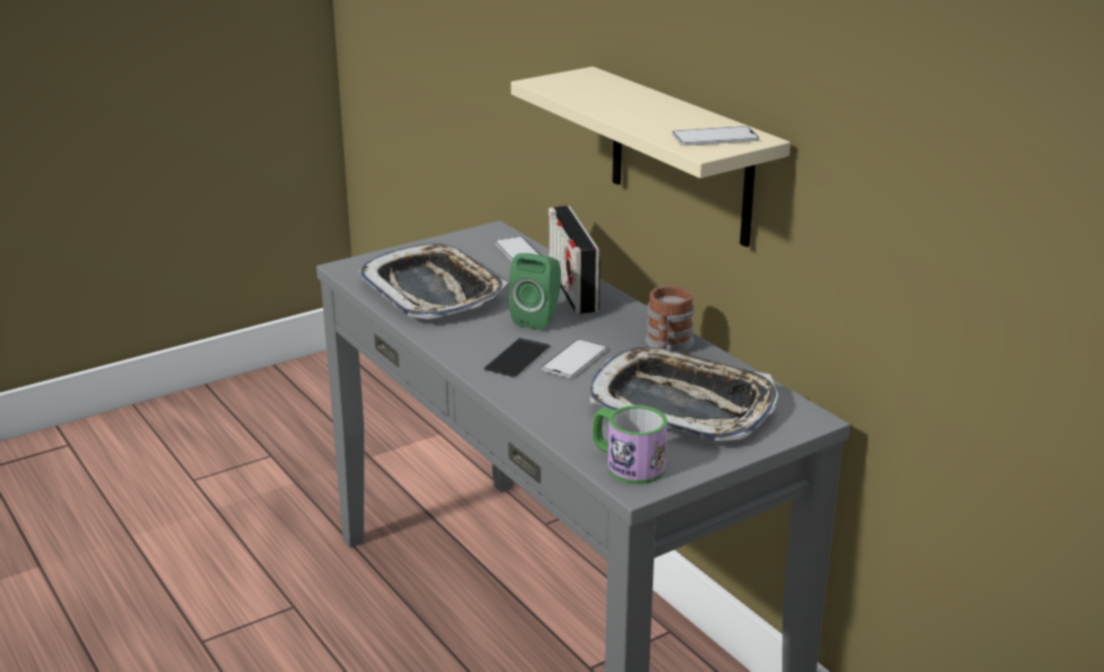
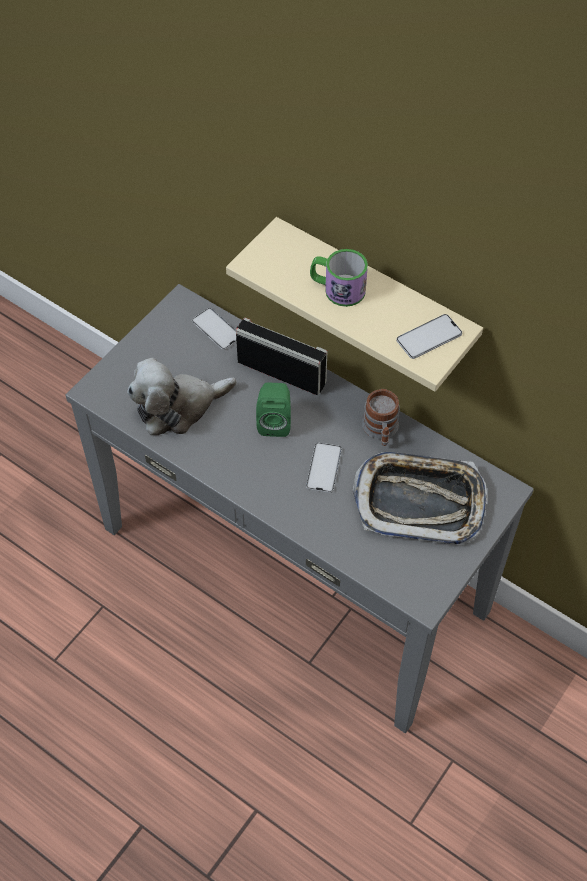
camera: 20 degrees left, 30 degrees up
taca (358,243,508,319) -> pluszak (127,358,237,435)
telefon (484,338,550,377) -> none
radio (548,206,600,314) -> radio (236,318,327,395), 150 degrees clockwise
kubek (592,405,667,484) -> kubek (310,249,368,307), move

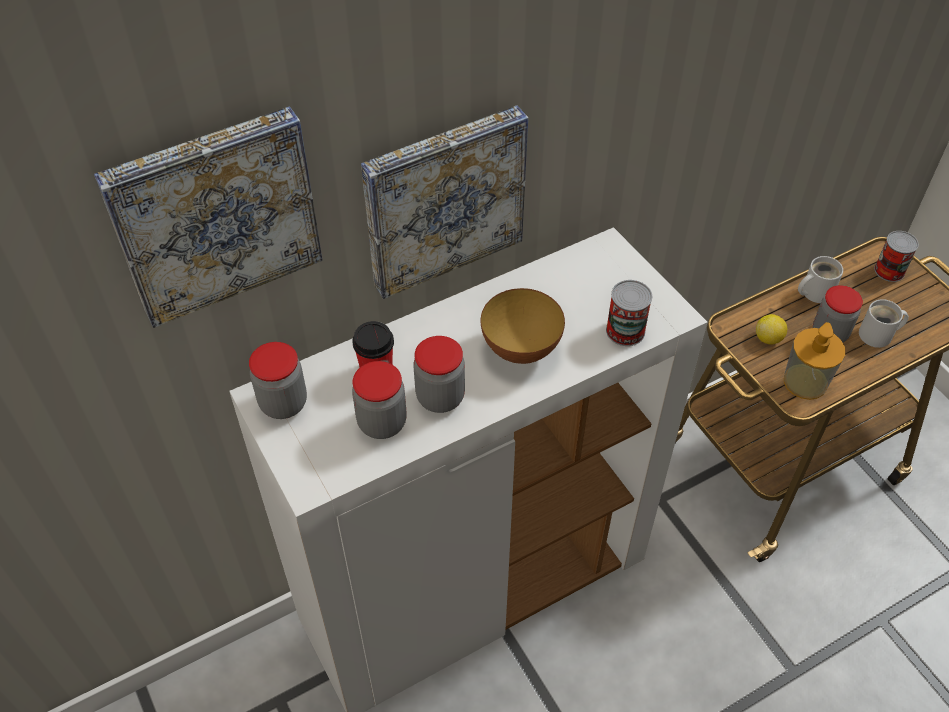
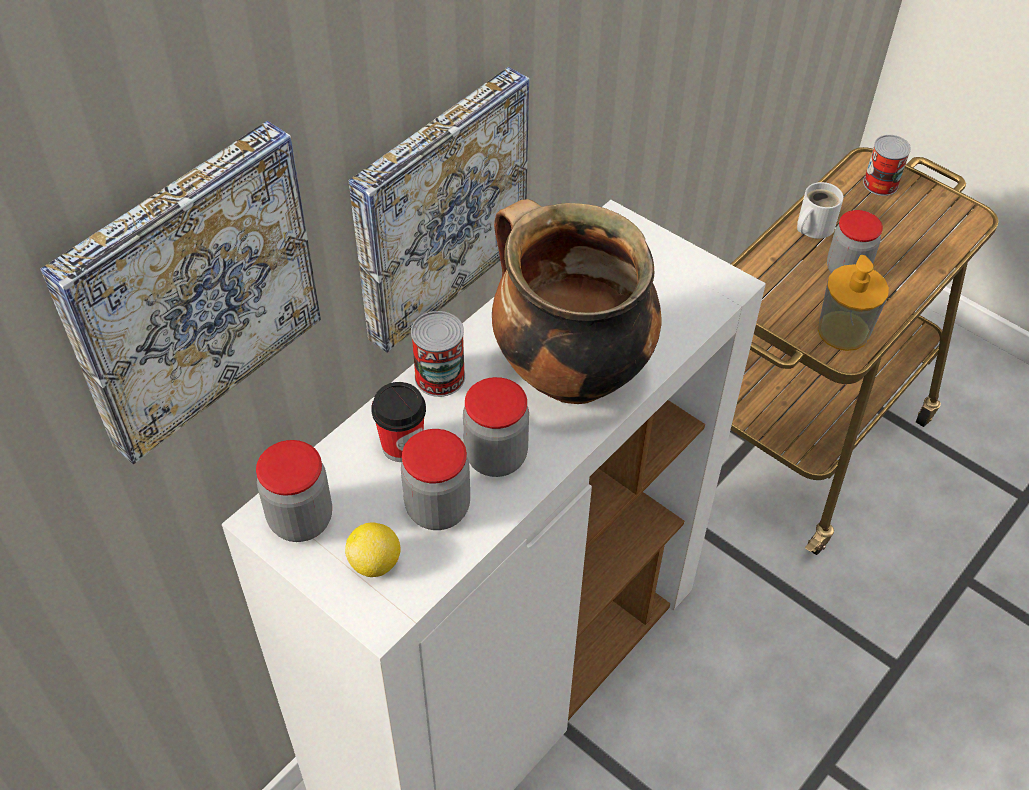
camera: 20 degrees left, 0 degrees up
miska (481,288,565,364) -> garnek (492,199,662,404)
puszka (606,280,652,346) -> puszka (411,311,465,397), move
cytryna (756,314,787,345) -> cytryna (345,522,401,577), move
kubek (biały) (859,299,909,348) -> none

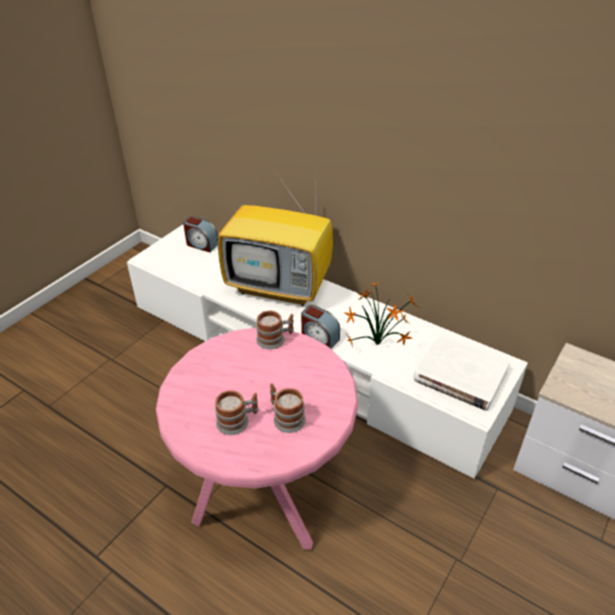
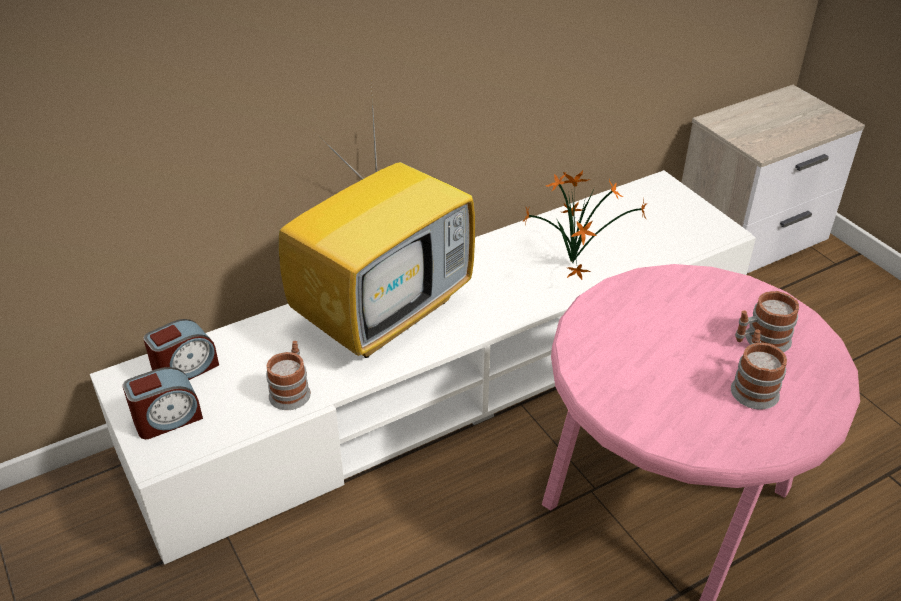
camera: 65 degrees left, 0 degrees up
kubek (256,311,294,350) -> kubek (266,341,311,410), move
budzik (301,305,340,349) -> budzik (123,367,203,439), move
książka (biały) (413,335,510,411) -> none

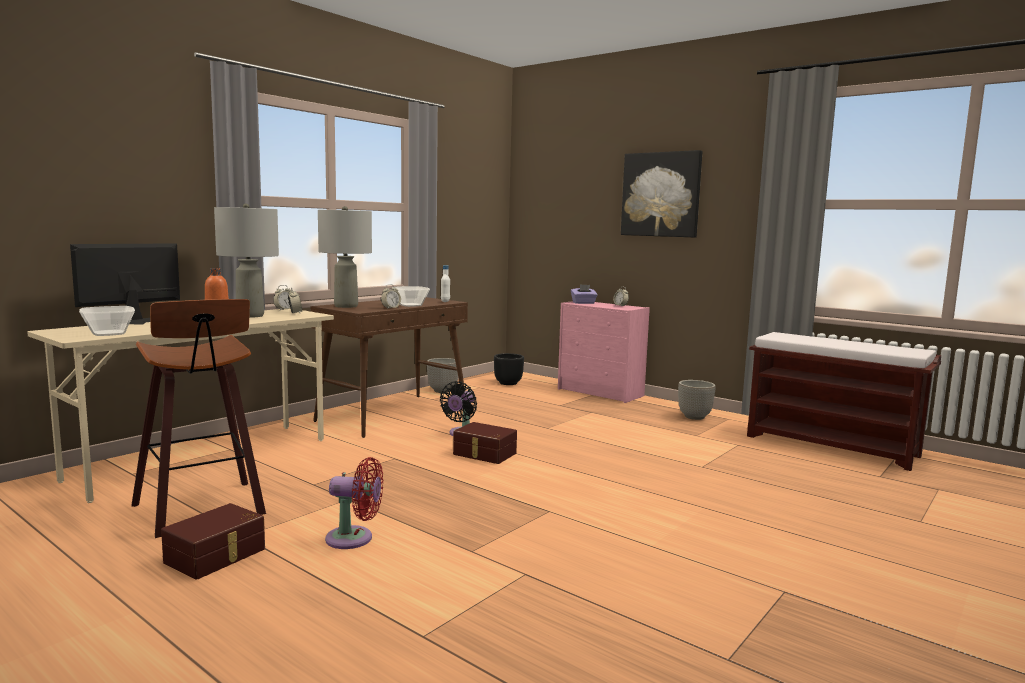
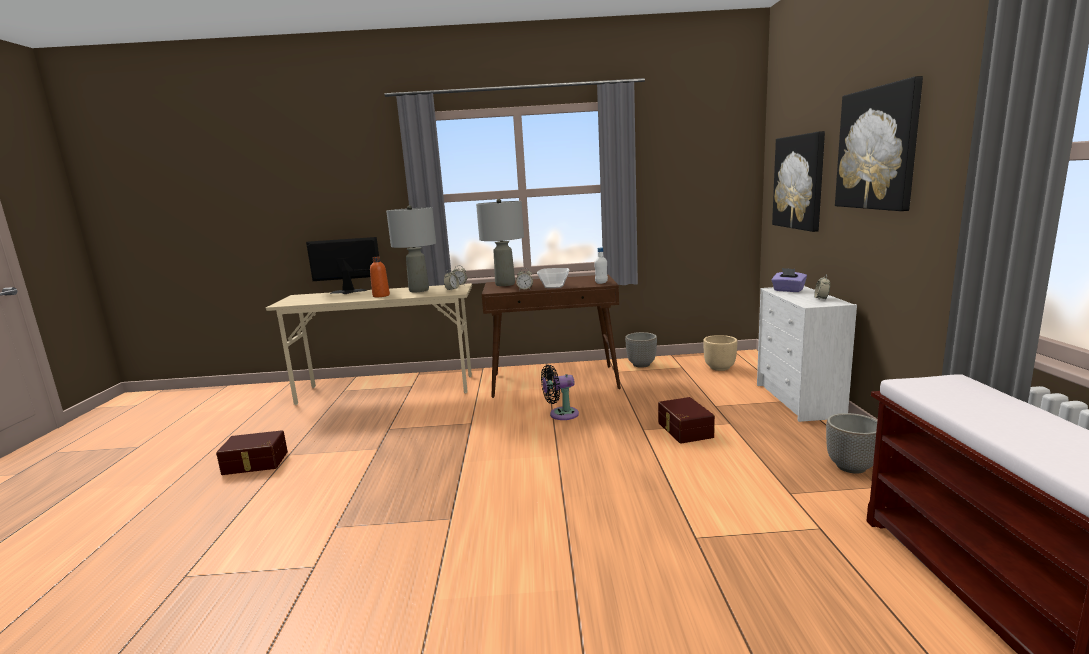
camera: 50 degrees right, 5 degrees up
miska (79,306,135,336) -> none
stołek (131,299,266,538) -> none
wentylator (czerwony) (325,457,383,549) -> none
pojemnik do przechowywania (brązowy) (453,422,517,464) -> pojemnik do przechowywania (brązowy) (658,397,715,444), move
donica (czarny) (494,353,524,385) -> donica (beżowy) (703,335,738,371)
komoda (różowy) (558,301,650,403) -> komoda (biały) (757,285,857,422)
none -> obraz (772,131,825,232)

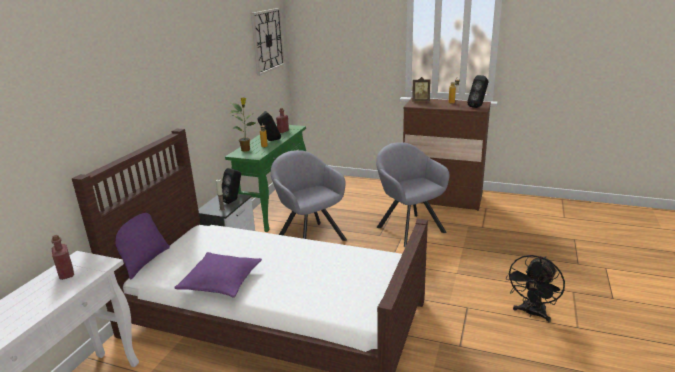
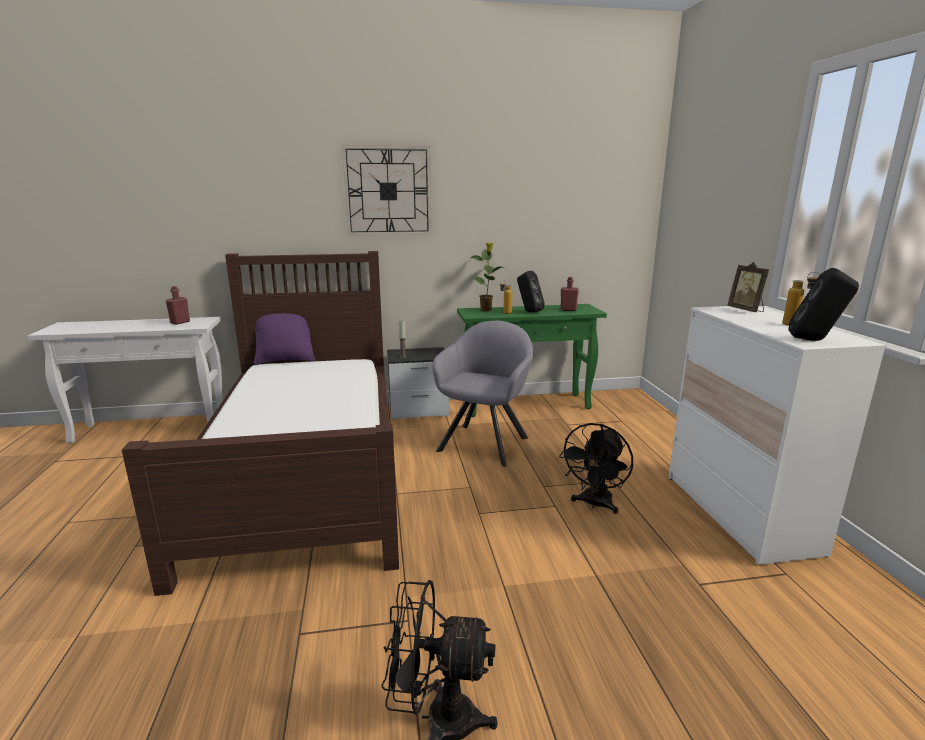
camera: 60 degrees right, 5 degrees down
poduszka (fioletowy) (174,252,262,298) -> none
głośnik (czarny) (222,168,241,204) -> none
zegar ścienny (251,8,285,76) -> zegar ścienny (342,145,432,236), move
fotel (szary) (376,142,450,247) -> wentylator (czarny) (559,423,633,514)
komoda (brązowy) (403,98,491,211) -> komoda (biały) (669,306,886,565)

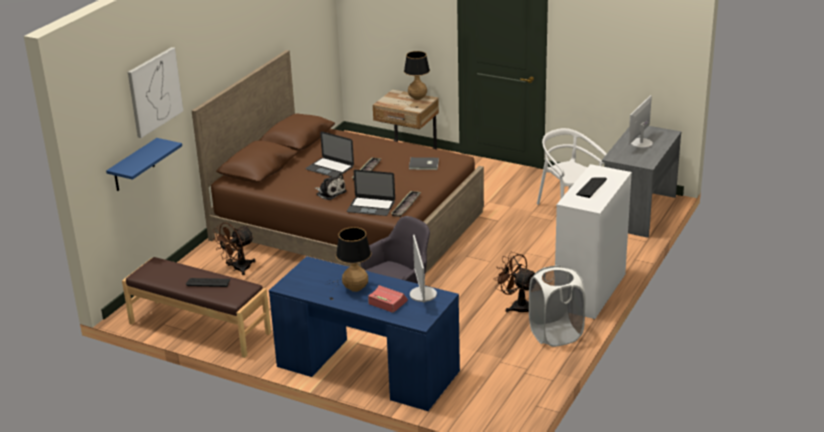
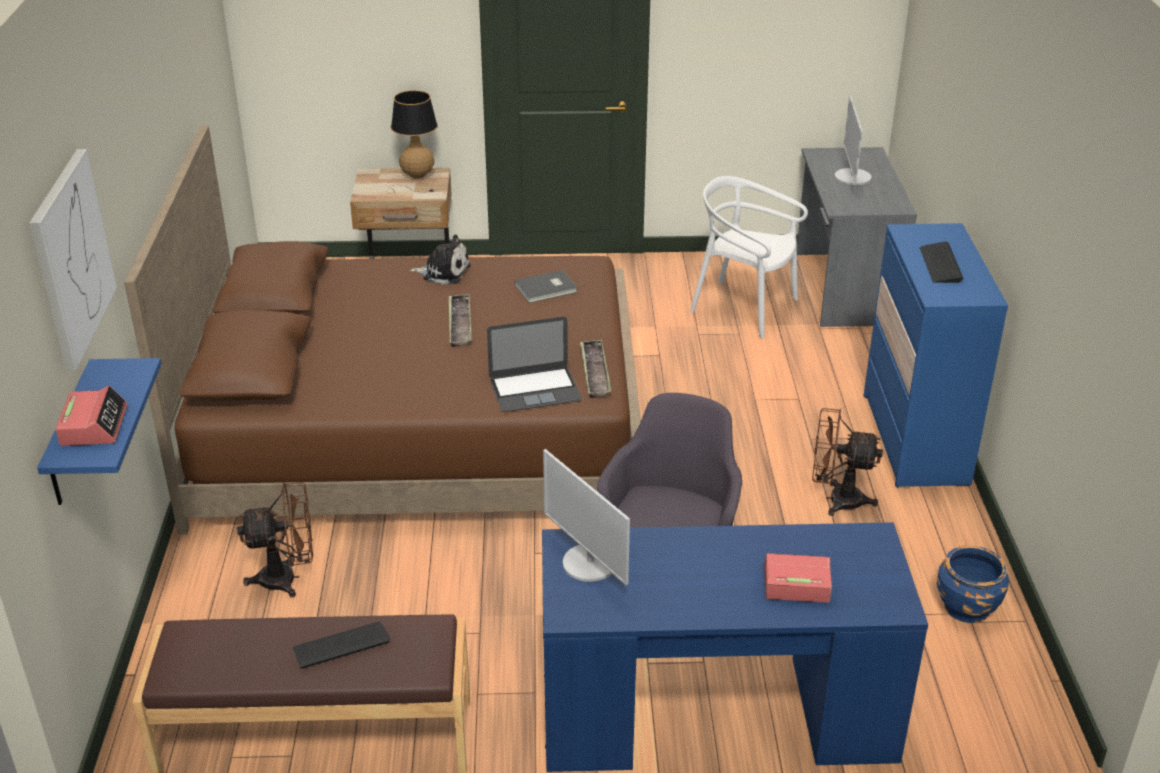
camera: 30 degrees left, 5 degrees up
wentylator (brązowy) (213,222,256,275) -> wentylator (brązowy) (237,482,313,598), 120 degrees counterclockwise
laptop (305,131,354,177) -> none
pluszak (315,173,347,200) -> pluszak (410,234,471,284), move
lampa stołowa (329,227,371,300) -> none
monitor (410,235,437,303) -> monitor (543,449,630,585), move
kosz na pranie (biały) (529,265,585,347) -> none
komoda (biały) (555,164,632,319) -> komoda (niebieski) (863,223,1008,487)
none -> budzik (55,386,127,446)
none -> donica (niebieski) (936,545,1009,623)

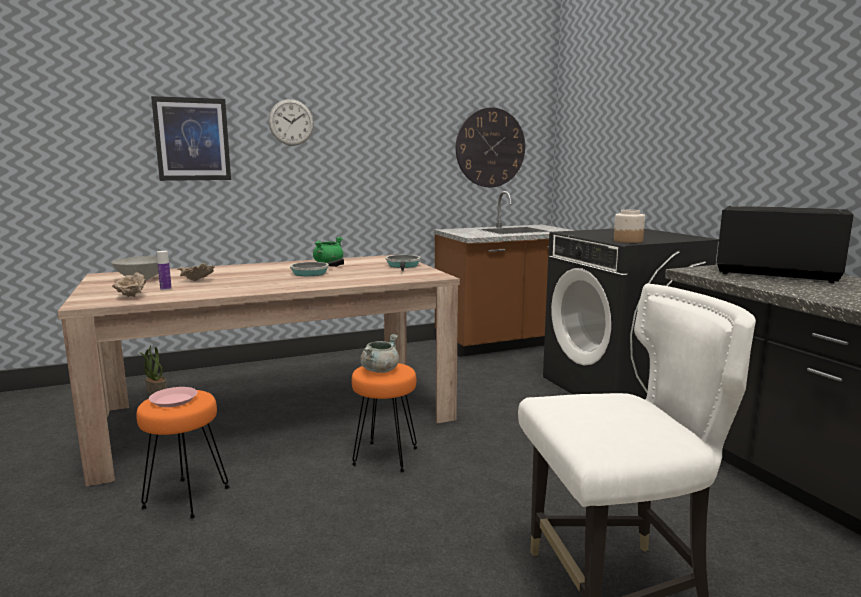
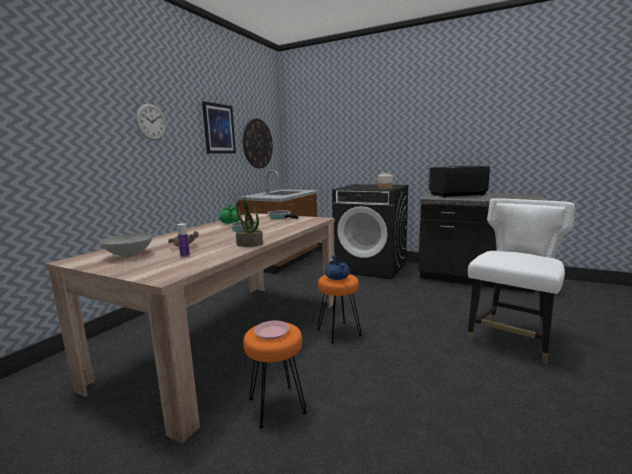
camera: 40 degrees left, 0 degrees up
miska (beżowy) (112,272,147,297) -> none
roślina doniczkowa (139,345,167,395) -> roślina doniczkowa (236,197,263,247), move
obraz (151,96,231,181) -> obraz (202,101,236,154), move
garnek (szary) (360,334,399,373) -> garnek (niebieski) (325,255,350,280)

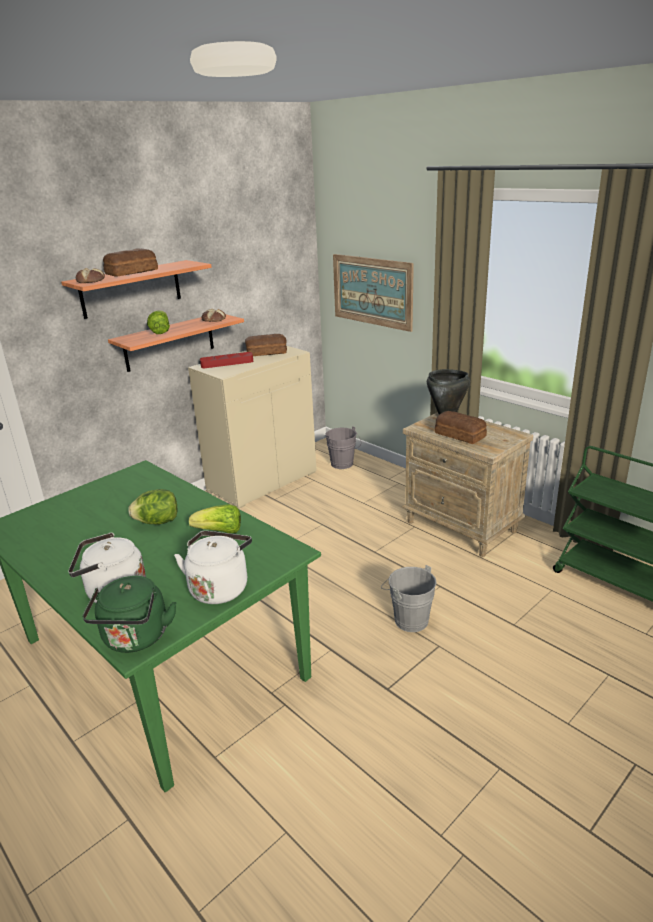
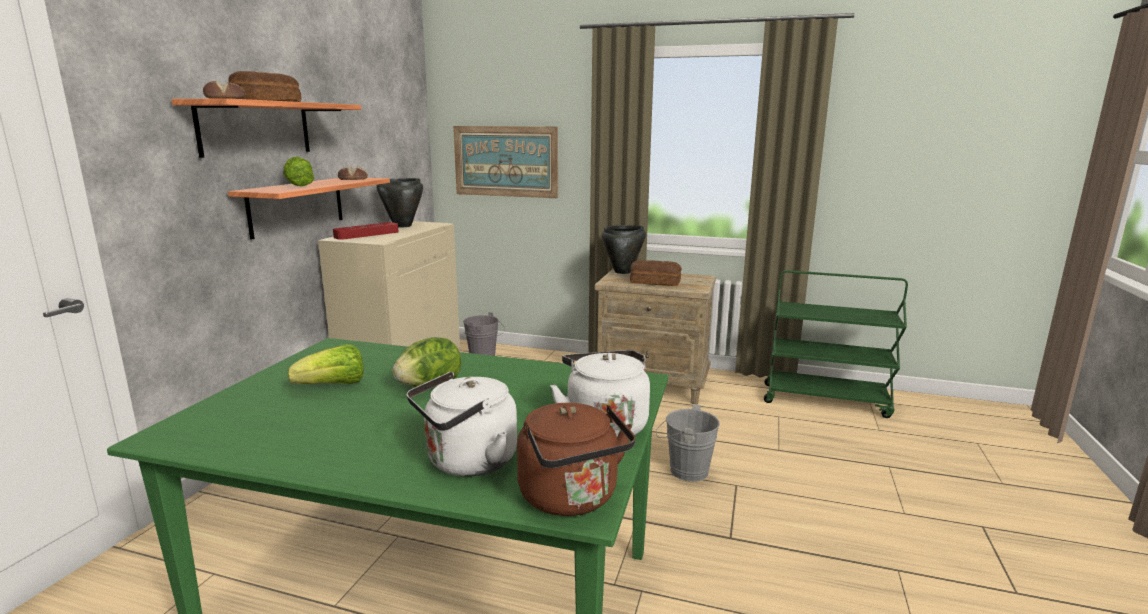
camera: 30 degrees left, 10 degrees down
czajnik (zielony) (82,576,176,653) -> czajnik (brązowy) (517,403,635,516)
sałata (189,504,241,533) -> sałata (288,344,364,384), move
chleb (245,334,287,356) -> garnek (czarny) (376,178,423,227)

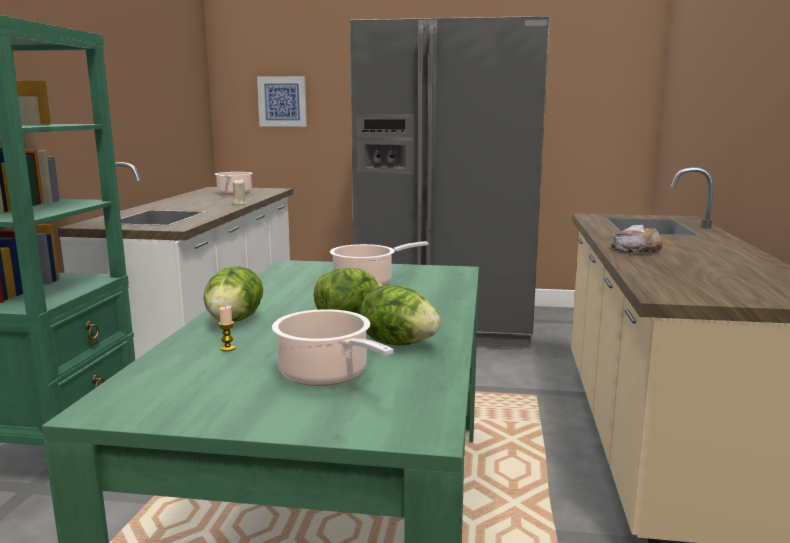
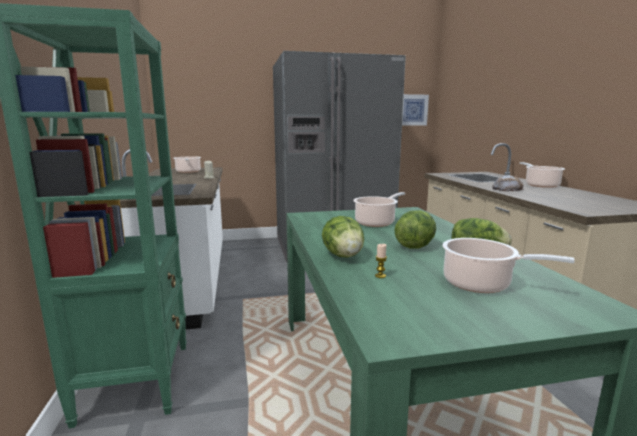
camera: 20 degrees left, 0 degrees up
obraz (257,76,307,127) -> obraz (402,94,429,126), move
none -> garnek (520,162,565,188)

